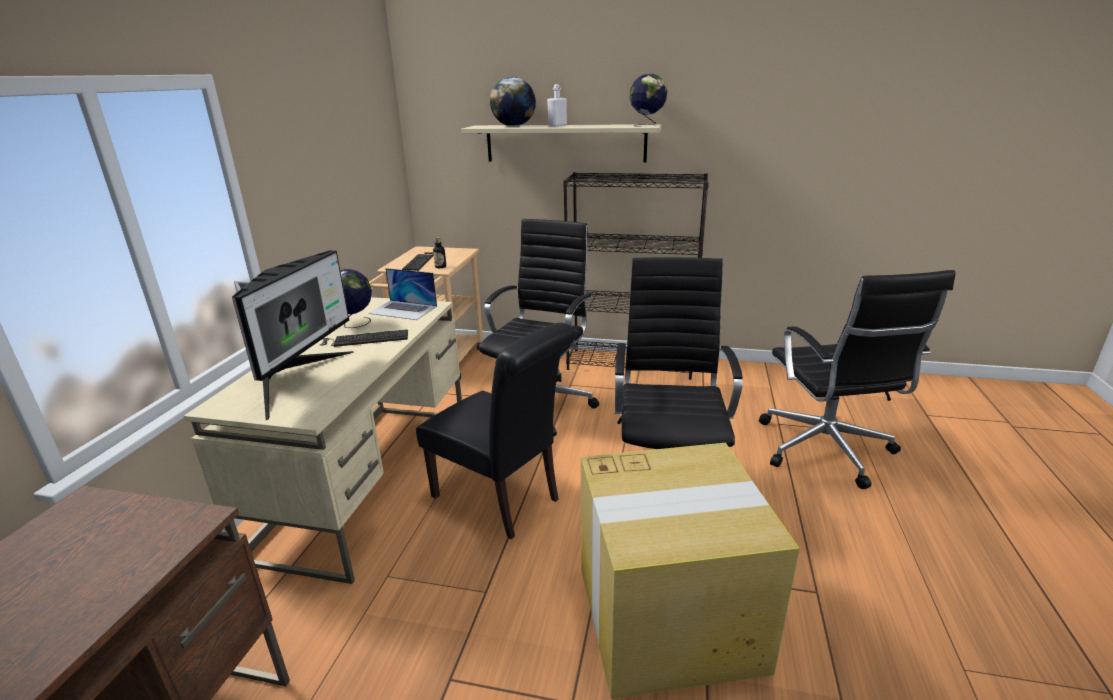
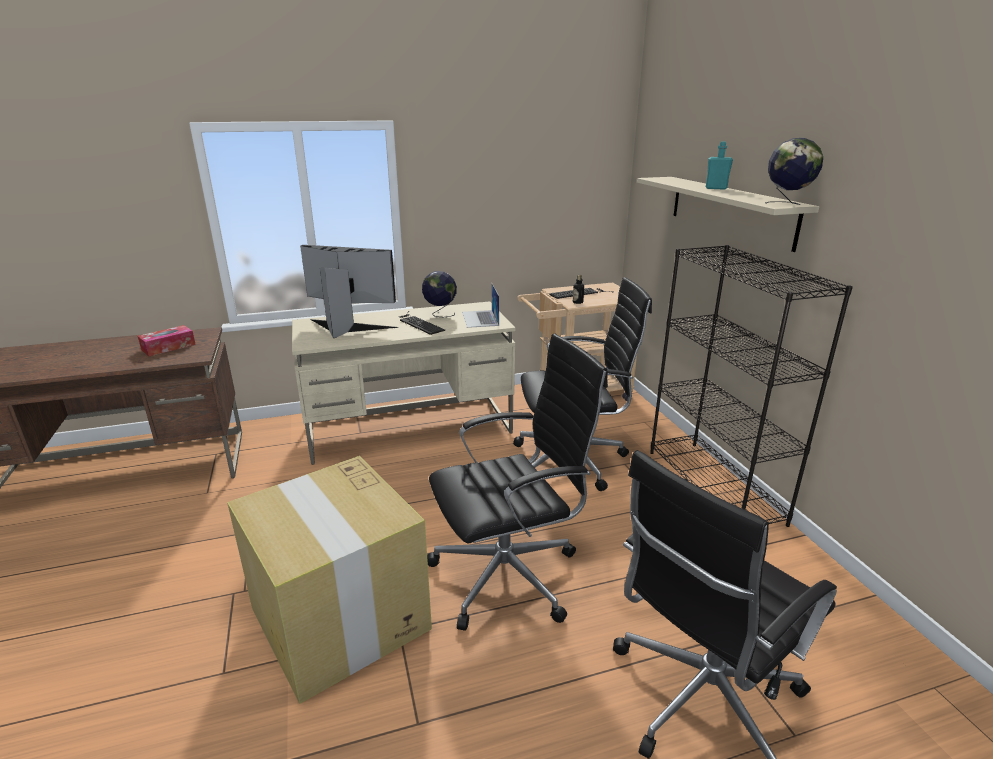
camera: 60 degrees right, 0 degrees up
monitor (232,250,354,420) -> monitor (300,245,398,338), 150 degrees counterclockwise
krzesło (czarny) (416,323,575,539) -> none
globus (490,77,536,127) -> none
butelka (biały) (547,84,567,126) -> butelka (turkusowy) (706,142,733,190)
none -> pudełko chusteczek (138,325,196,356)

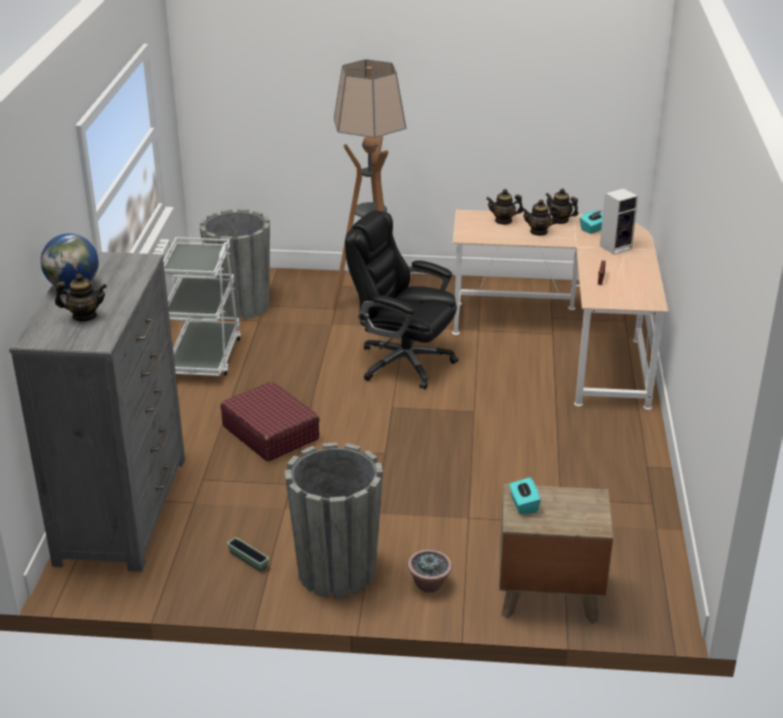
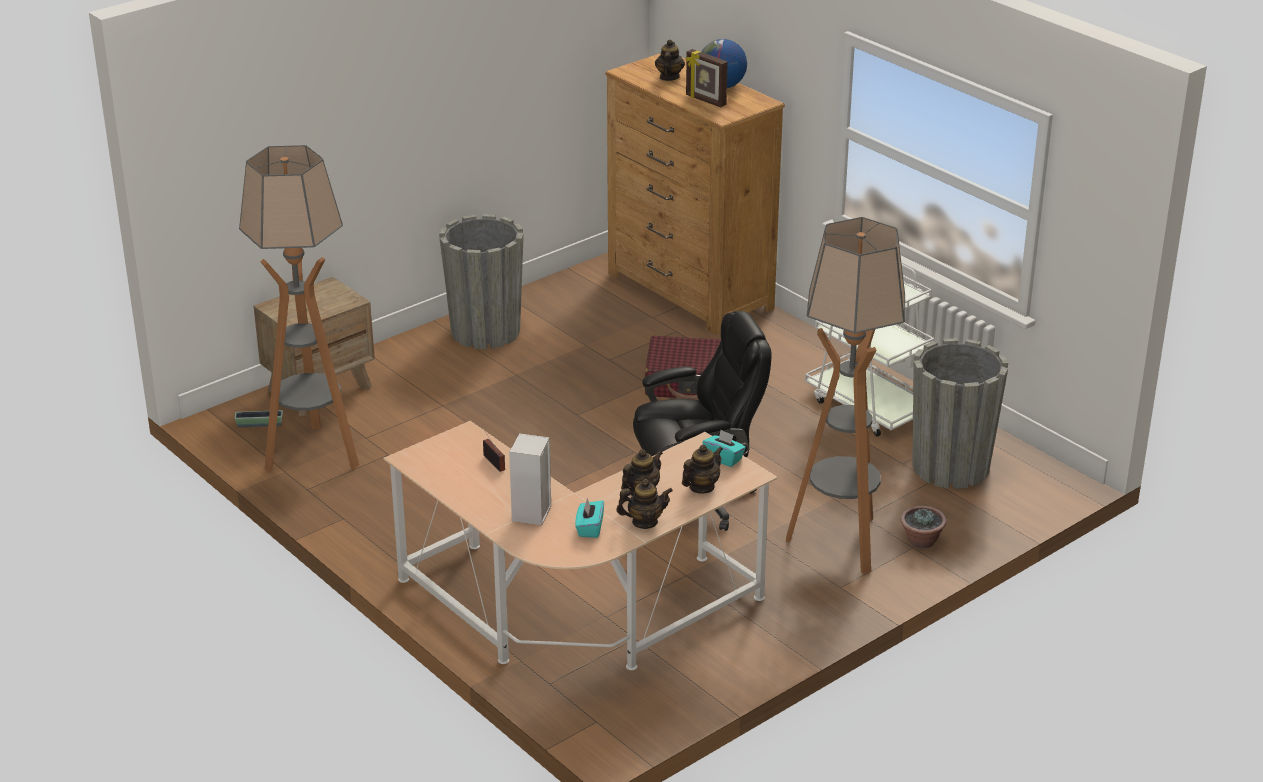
camera: 135 degrees right, 0 degrees up
komoda (szary) (9,252,185,572) -> komoda (brązowy) (605,54,785,335)
imbryk (55,274,107,321) -> imbryk (655,40,685,81), 150 degrees clockwise
donica (227,537,269,571) -> donica (235,410,283,427), move
roślina doniczkowa (407,549,452,593) -> roślina doniczkowa (901,506,946,548), move
pudełko chusteczek (turkusowy) (509,477,541,514) -> pudełko chusteczek (turkusowy) (703,429,746,467), move
none -> lampa stojąca (239,145,359,473)
none -> ramka na zdjęcie (686,49,728,107)

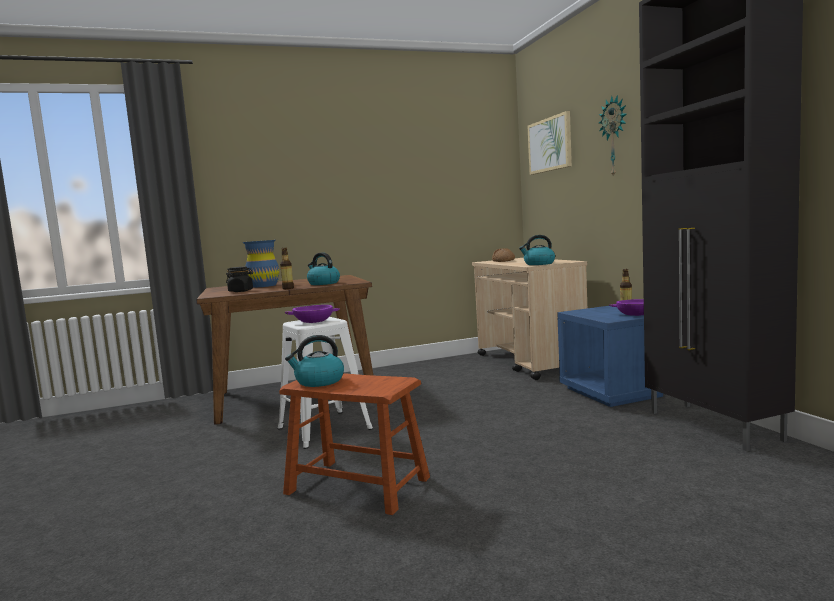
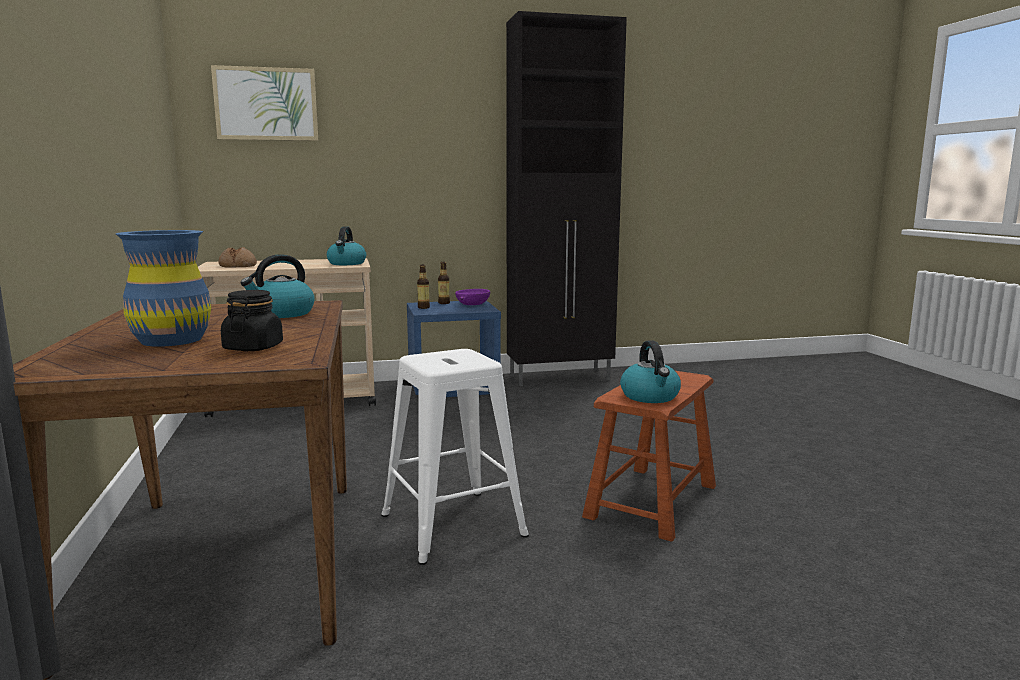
camera: 85 degrees left, 5 degrees up
butelka (280,248,294,289) -> butelka (417,265,430,309), move
miska (fioletowy) (284,305,340,323) -> none
zegar ścienny (599,95,627,178) -> none

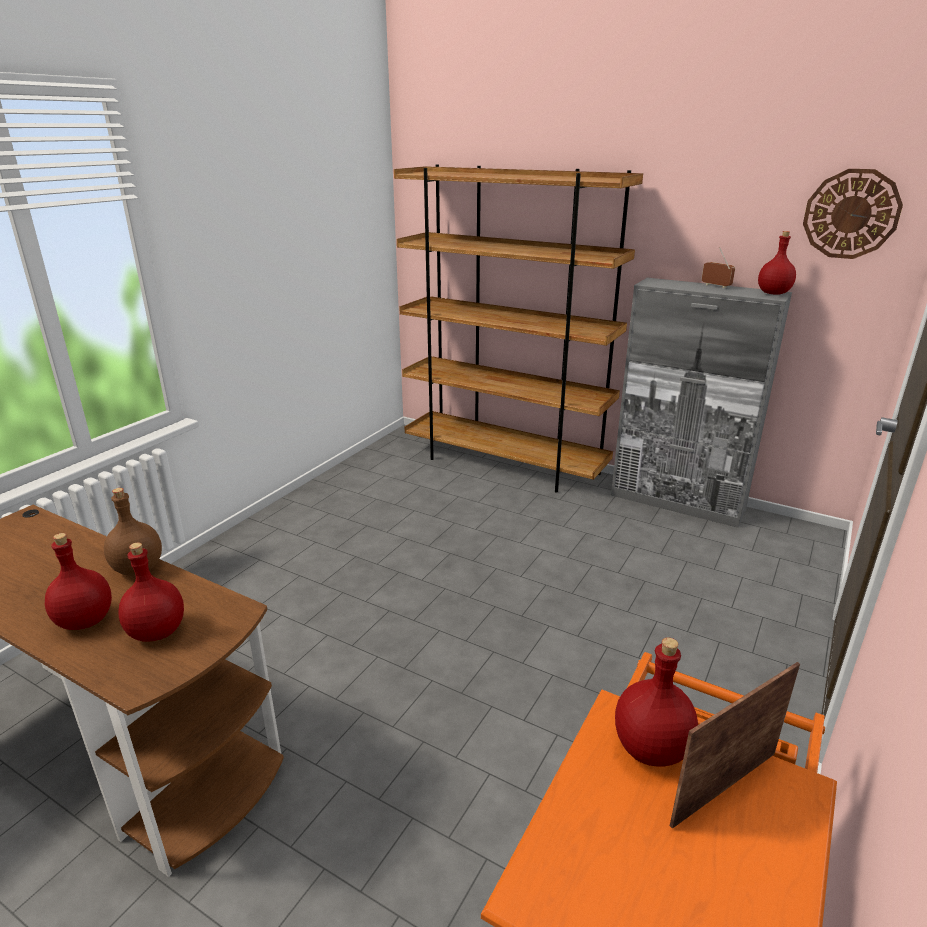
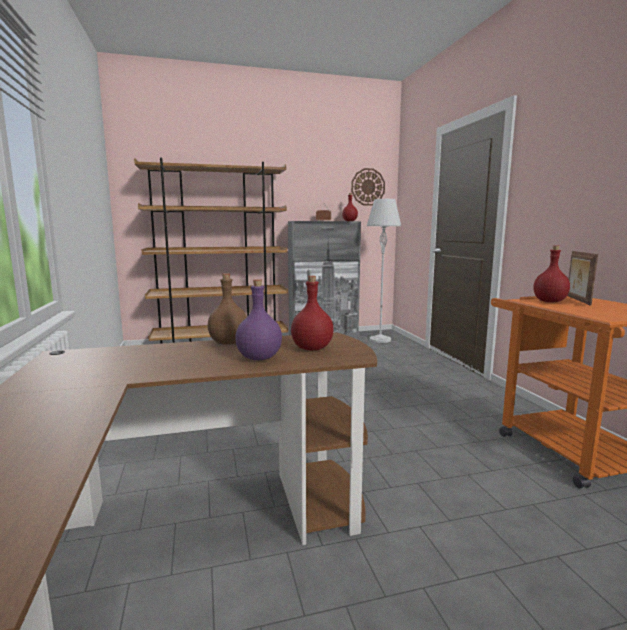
camera: 45 degrees left, 15 degrees down
butelka (czerwony) (45,533,112,630) -> butelka (fioletowy) (235,279,282,360)
none -> lampa stojąca (szary) (367,199,401,343)

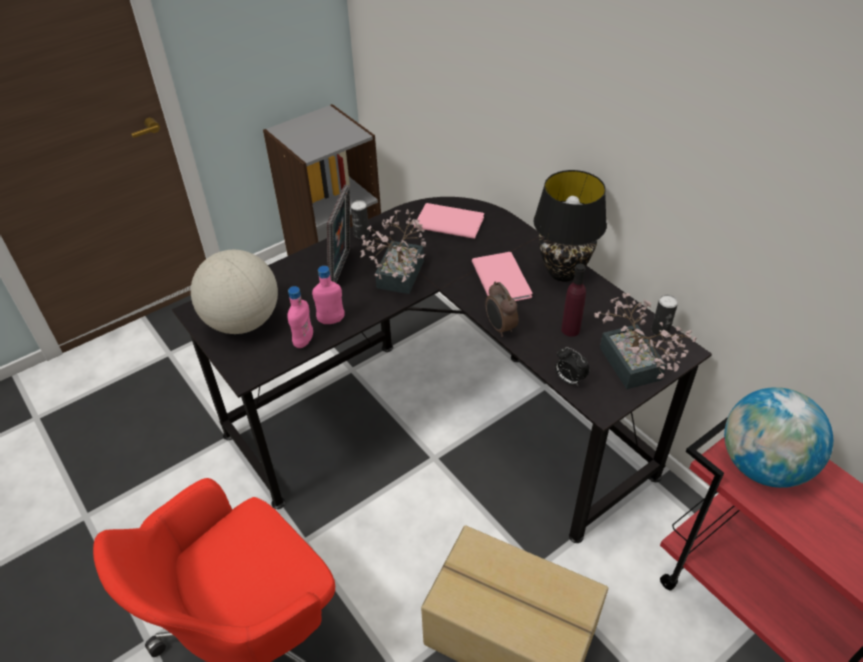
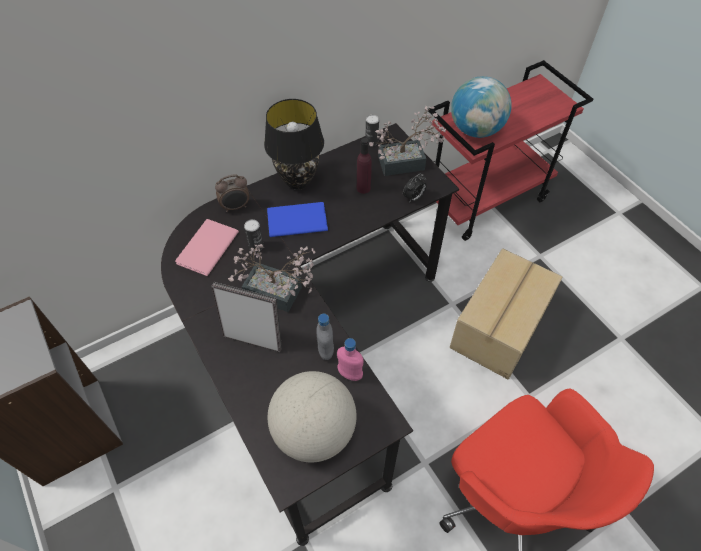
camera: 85 degrees left, 10 degrees up
butelka (różowy) (312,266,345,324) -> butelka (szary) (316,314,334,360)
puszka (351,200,369,239) -> puszka (244,219,264,252), move
książka (różowy) (472,252,533,301) -> książka (niebieski) (267,202,328,237)
budzik (485,282,518,337) -> budzik (215,174,249,212), move

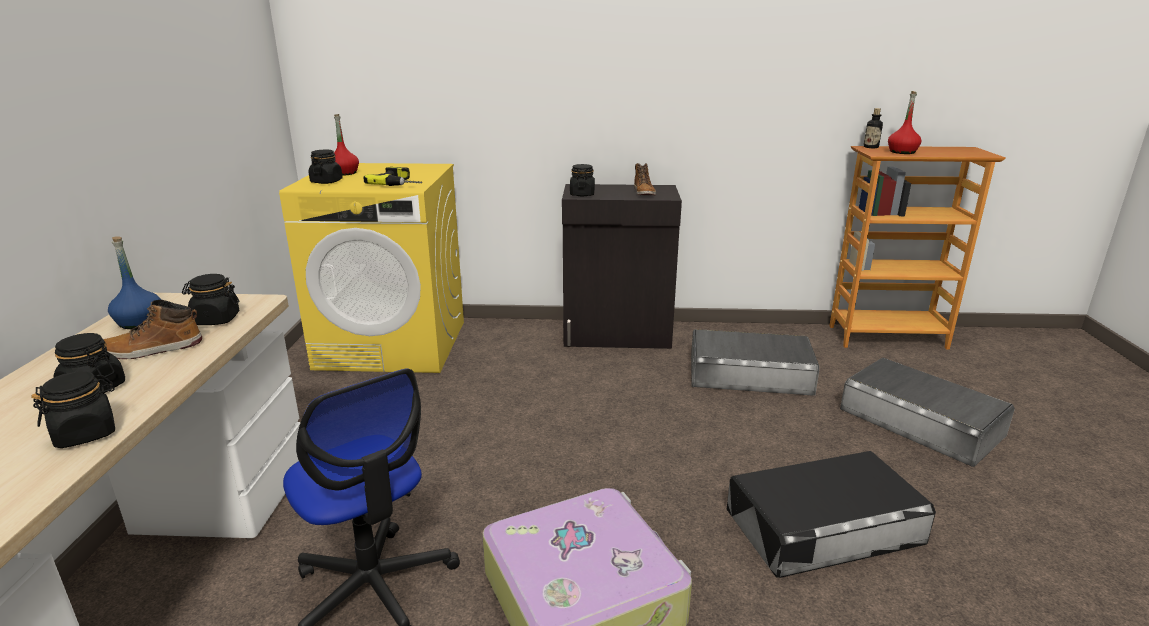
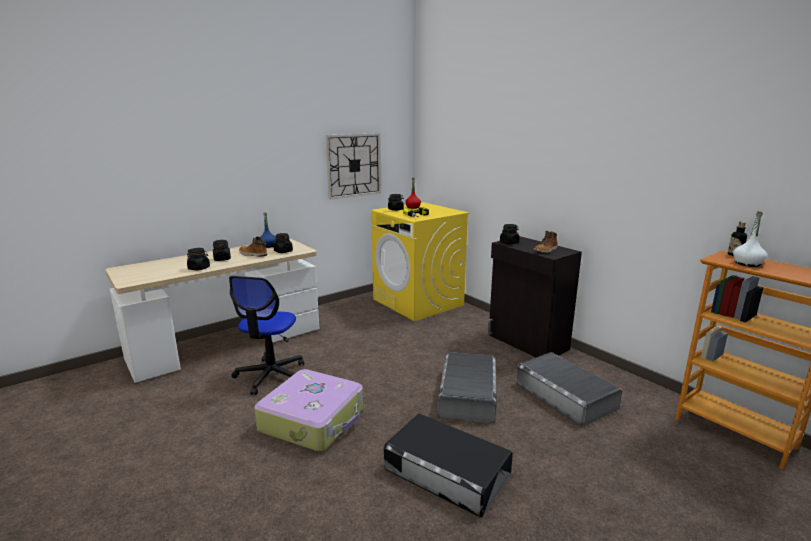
camera: 50 degrees right, 5 degrees down
pojemnik do przechowywania (szary) (840,358,1015,467) -> pojemnik do przechowywania (szary) (437,352,497,423), move
butelka (czerwony) (888,91,921,154) -> butelka (biały) (733,211,767,267)
none -> zegar ścienny (325,133,381,199)

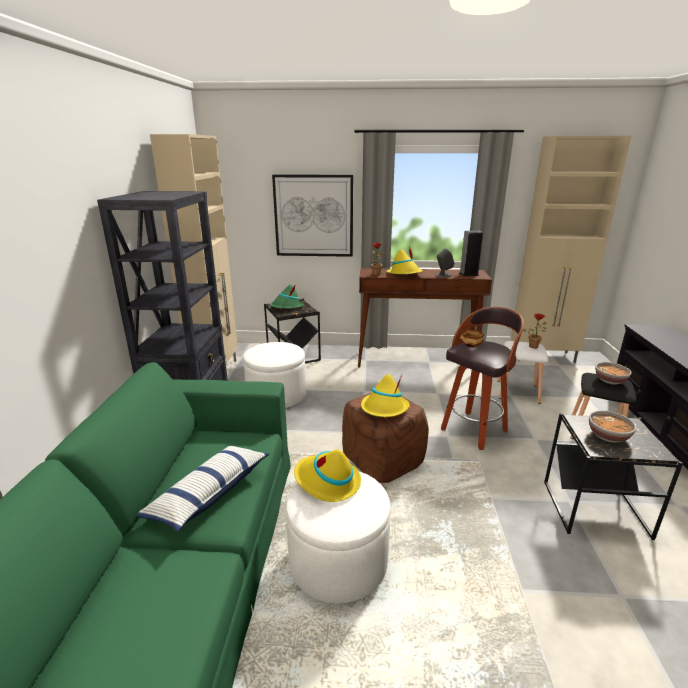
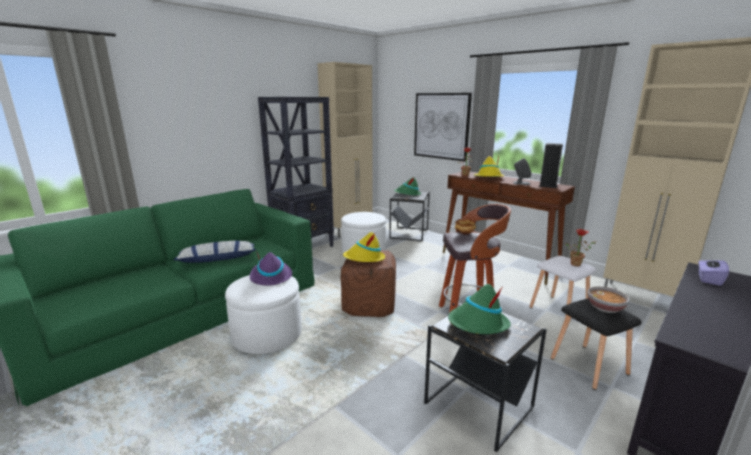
camera: 40 degrees right, 5 degrees down
kapelusz (żółty) (294,449,361,502) -> kapelusz (fioletowy) (250,251,292,286)
miska (589,411,636,443) -> kapelusz (zielony) (448,284,511,334)
none -> pudełko chusteczek (fioletowy) (698,259,729,286)

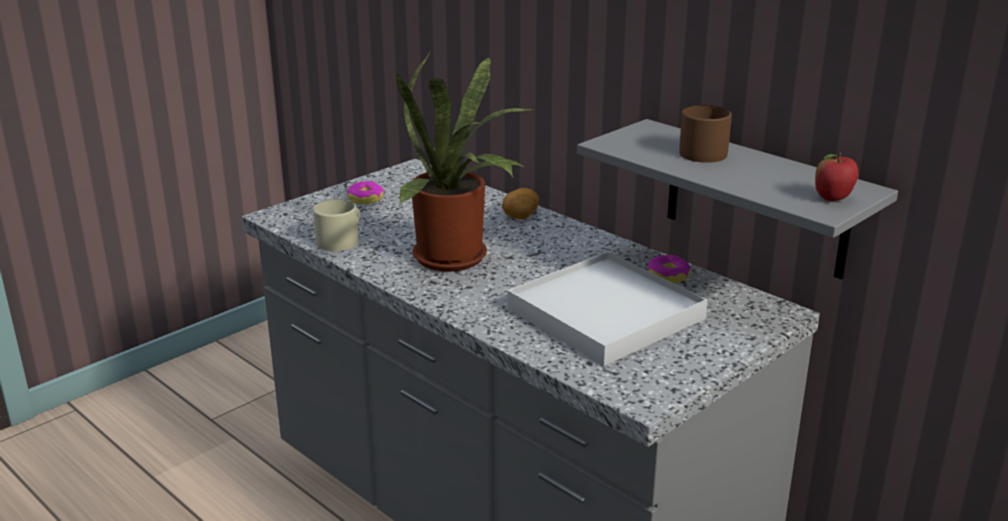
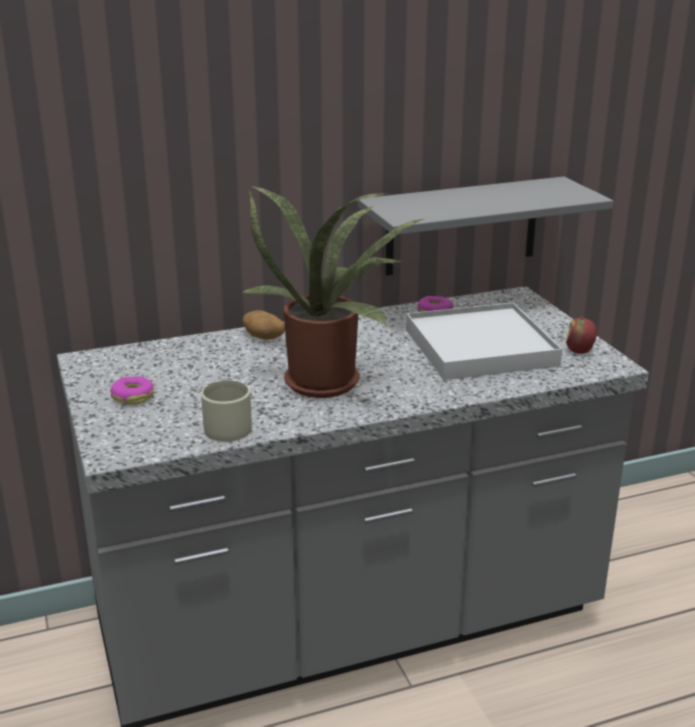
camera: 65 degrees left, 0 degrees up
kubek (brązowy) (679,105,732,163) -> none
jabłko (815,153,858,201) -> jabłko (566,317,597,354), move

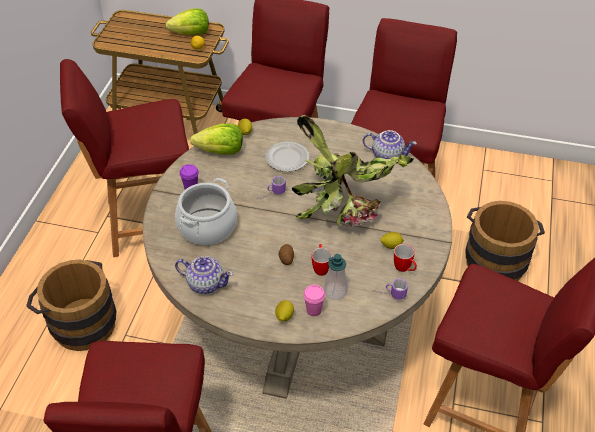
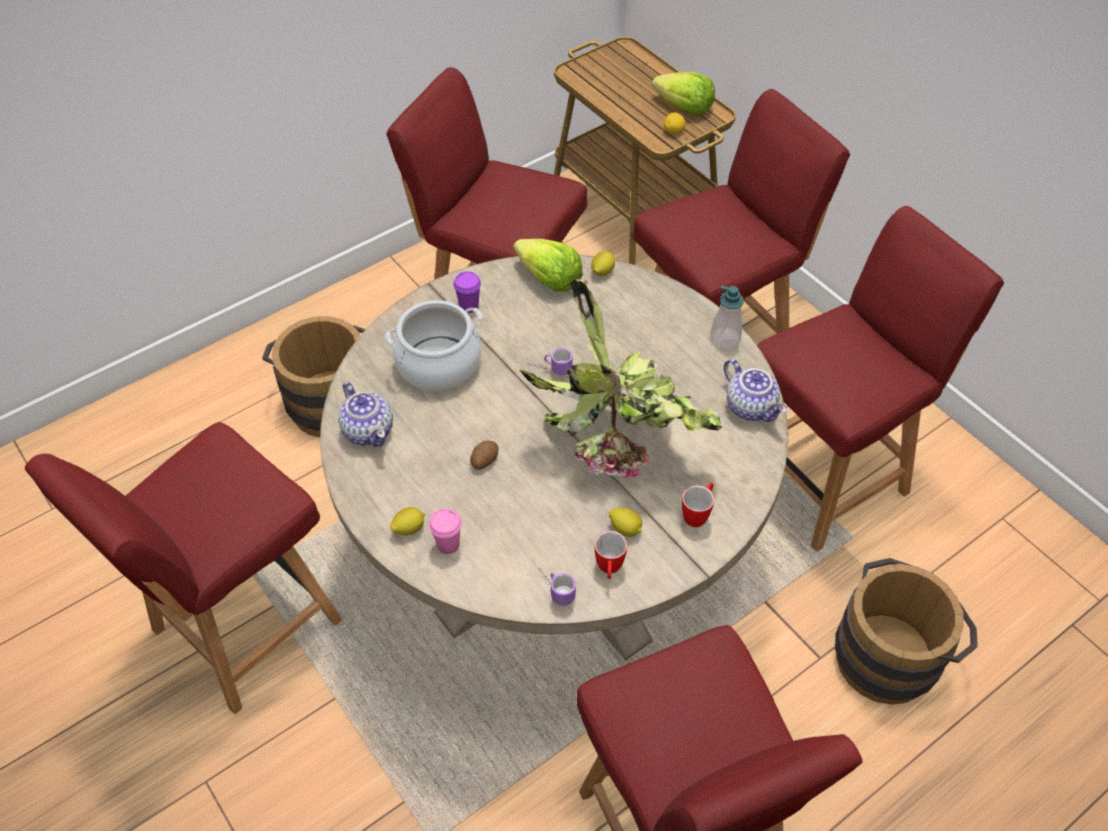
camera: 40 degrees right, 5 degrees up
talerz (265,142,309,172) -> none
kubek (312,244,332,276) -> kubek (682,483,714,527), move
dozownik mydła (324,254,348,300) -> dozownik mydła (710,286,744,350), move

